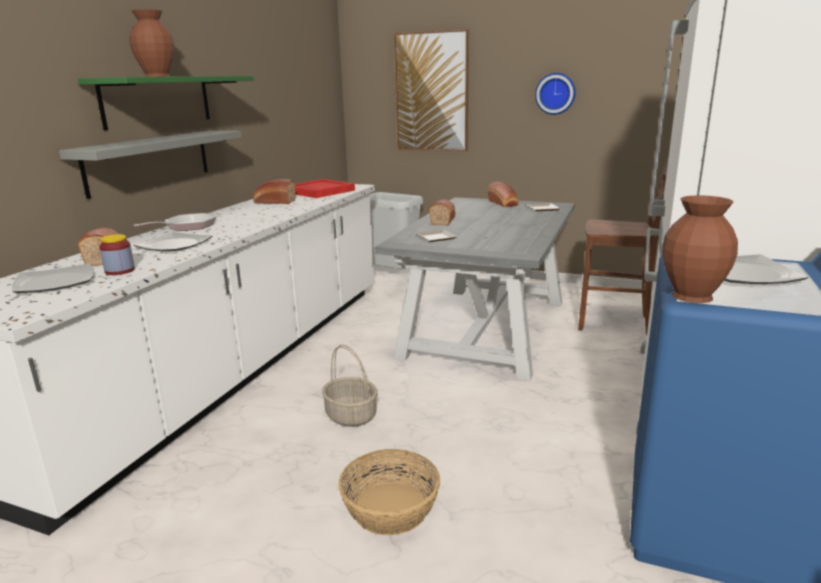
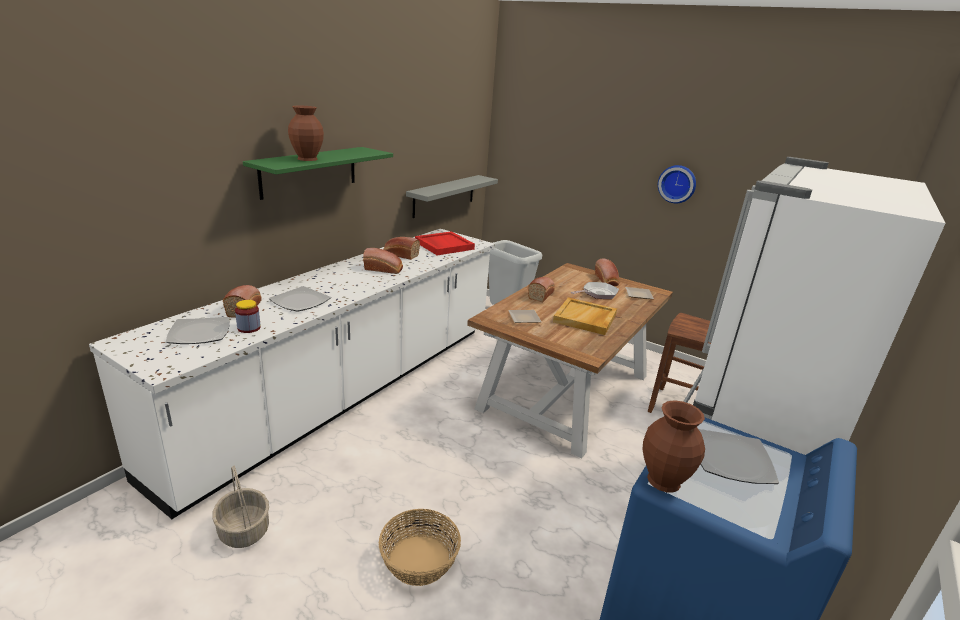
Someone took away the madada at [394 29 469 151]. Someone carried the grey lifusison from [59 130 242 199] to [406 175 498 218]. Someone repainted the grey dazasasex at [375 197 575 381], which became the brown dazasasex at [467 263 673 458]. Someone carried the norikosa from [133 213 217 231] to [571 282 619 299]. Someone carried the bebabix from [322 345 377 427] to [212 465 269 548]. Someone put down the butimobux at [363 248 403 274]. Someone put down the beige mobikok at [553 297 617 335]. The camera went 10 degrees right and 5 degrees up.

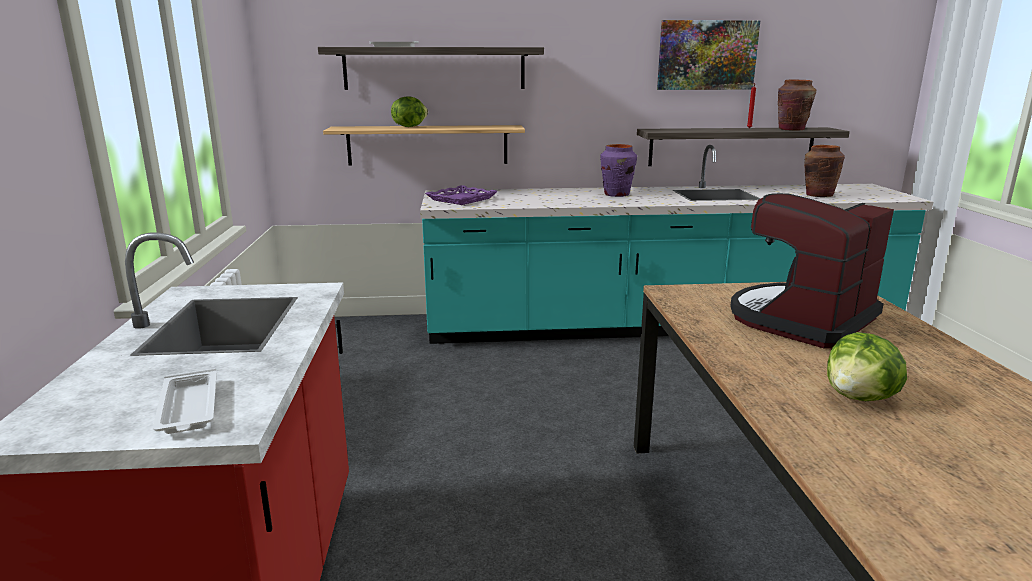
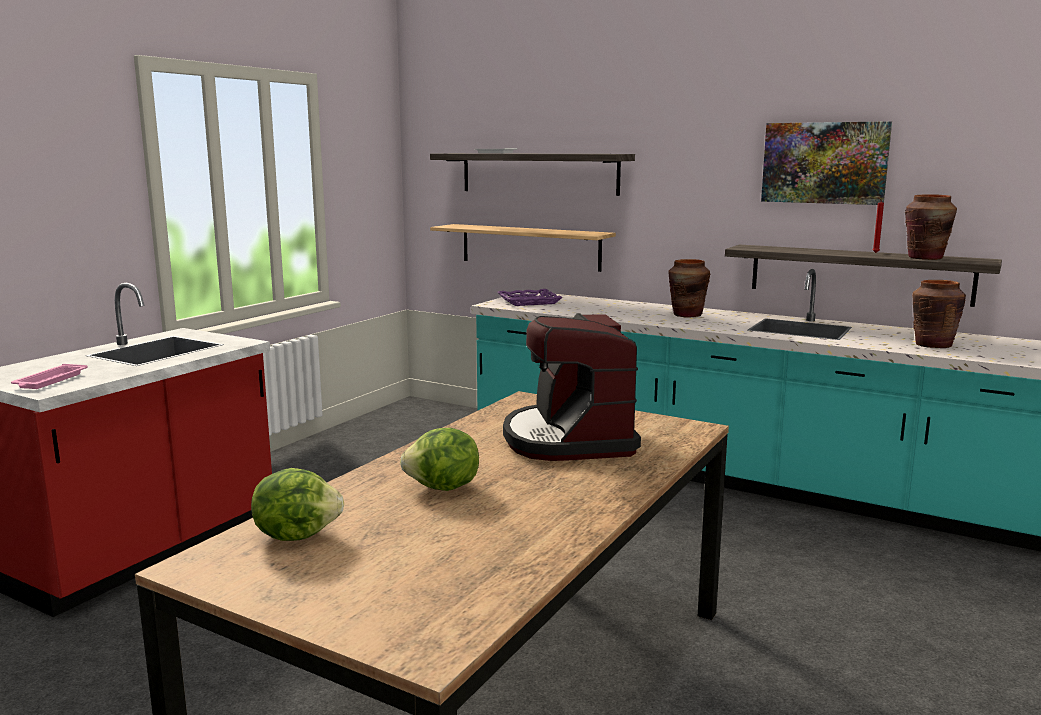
Someone carried the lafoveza from [391 96 428 127] to [251 468 344 541]. Someone repainted the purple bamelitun at [600 144 637 197], which became the brown bamelitun at [668 259 711 318]. Someone rotated the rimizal at [730 193 894 349] by 90 degrees counterclockwise. Someone repainted the white mobikok at [153 368 217 434], which became the pink mobikok at [11 364 87 389]. The camera went 35 degrees right and 5 degrees down.

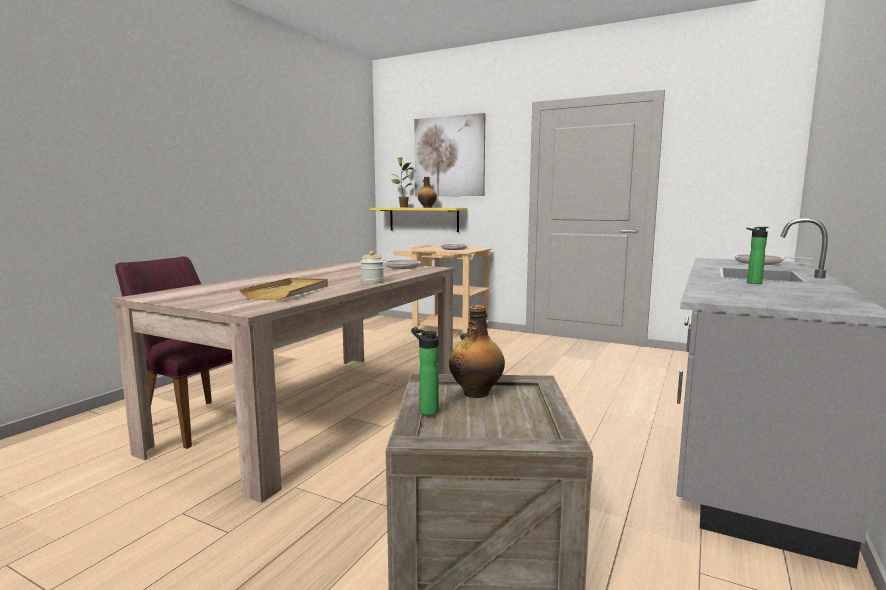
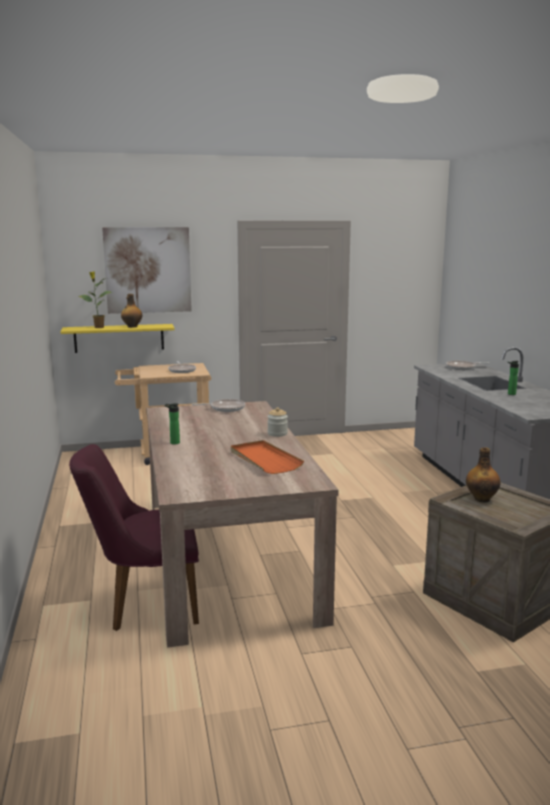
Someone repainted the beige mobikok at [239 278 328 300], which became the orange mobikok at [231 440 304 474]. Someone carried the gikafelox from [413 329 439 415] to [165 403 180 445]. The camera went 40 degrees left and 5 degrees up.

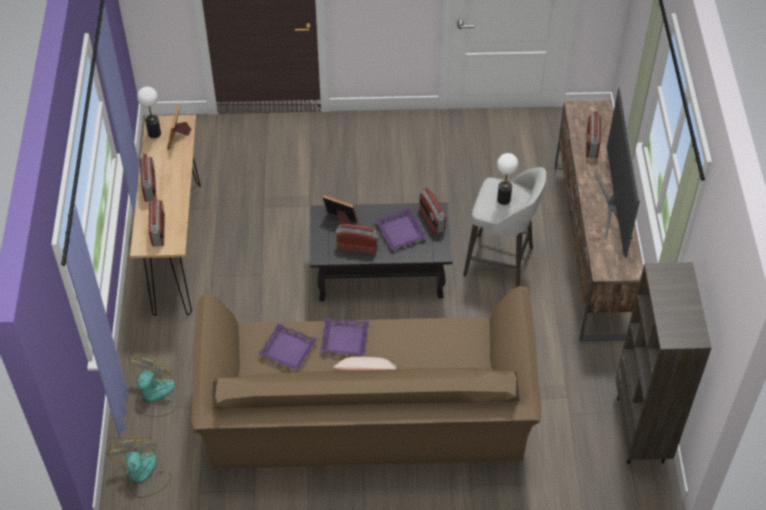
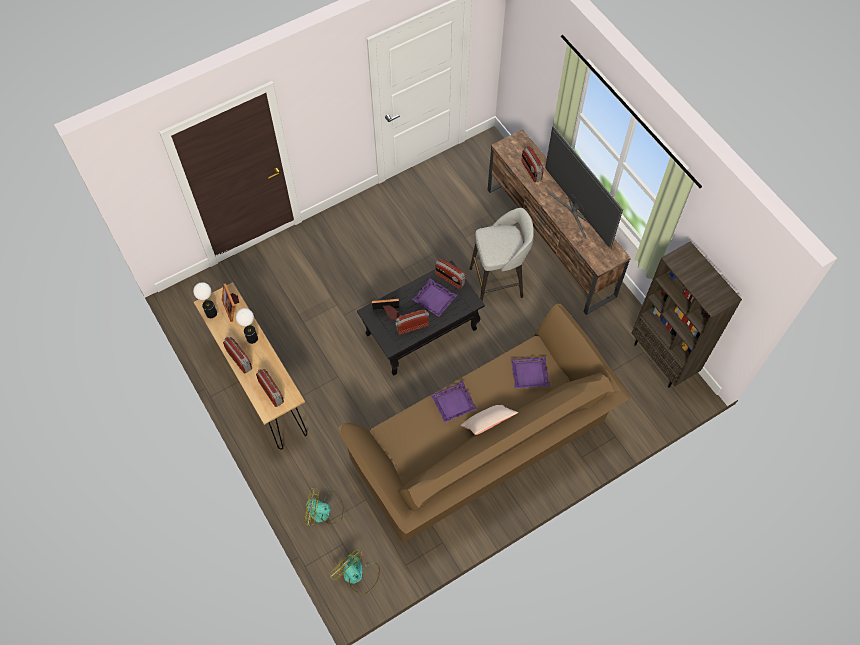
Someone carried the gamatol from [497 153 518 205] to [236 308 258 344]. Someone carried the purple mobikok from [258 324 317 370] to [511 357 550 389]. Someone rotated the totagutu at [129 354 176 417] by 75 degrees counterclockwise. The camera went 30 degrees left and 10 degrees up.

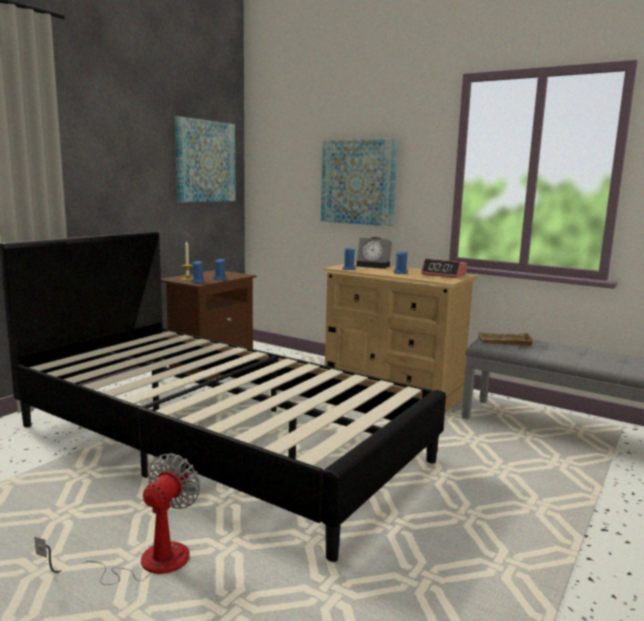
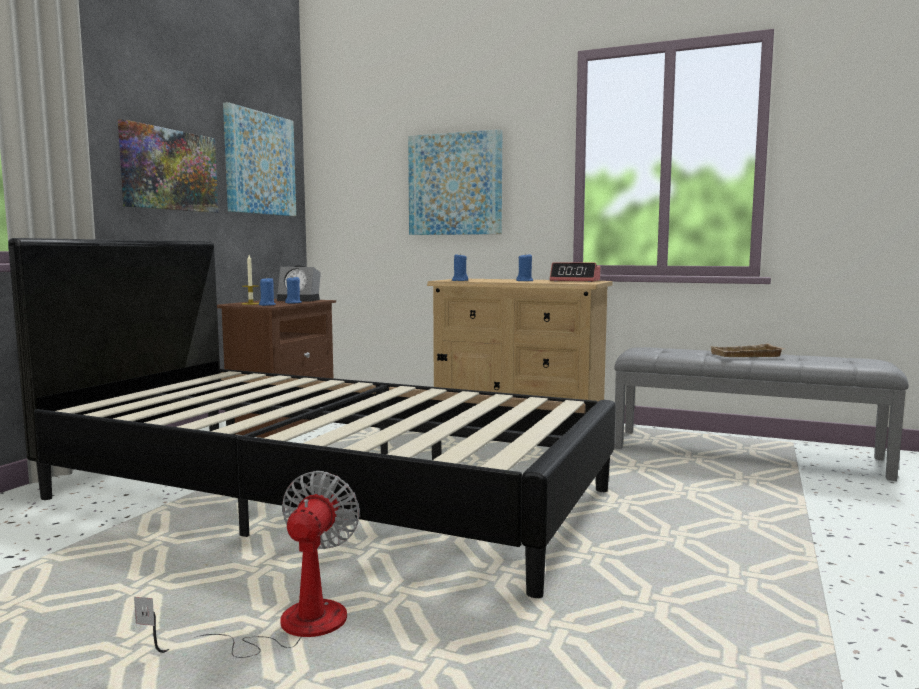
Someone carried the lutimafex from [356 237 392 269] to [277 265 321 302]. Someone carried the beige mobikok from [478 332 535 346] to [711 343 784 357]. Someone put up the madada at [118 119 218 213]. The camera went 10 degrees left and 5 degrees down.

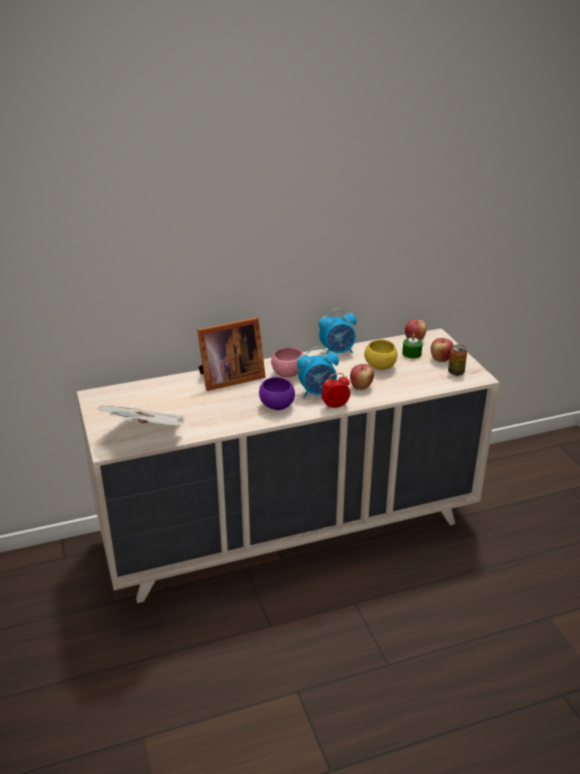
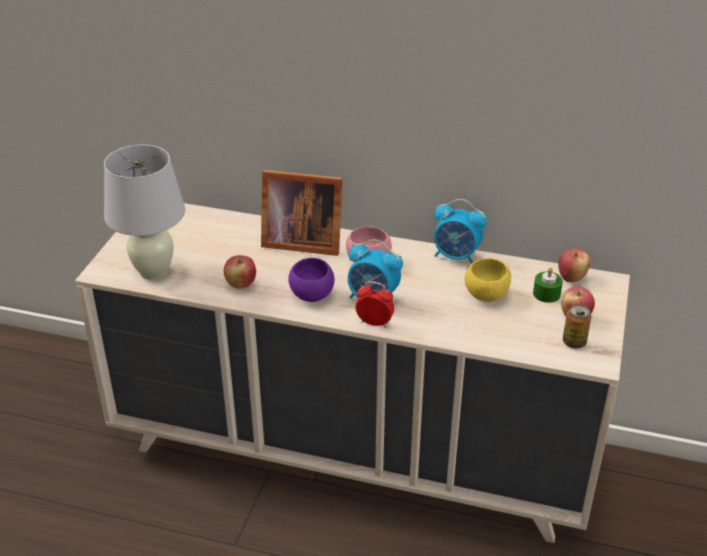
Someone carried the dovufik from [350 364 374 390] to [224 255 256 289]. Someone swapped the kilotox at [98 405 184 426] for the white gamatol at [104 145 185 280]. The camera went 35 degrees right and 5 degrees up.

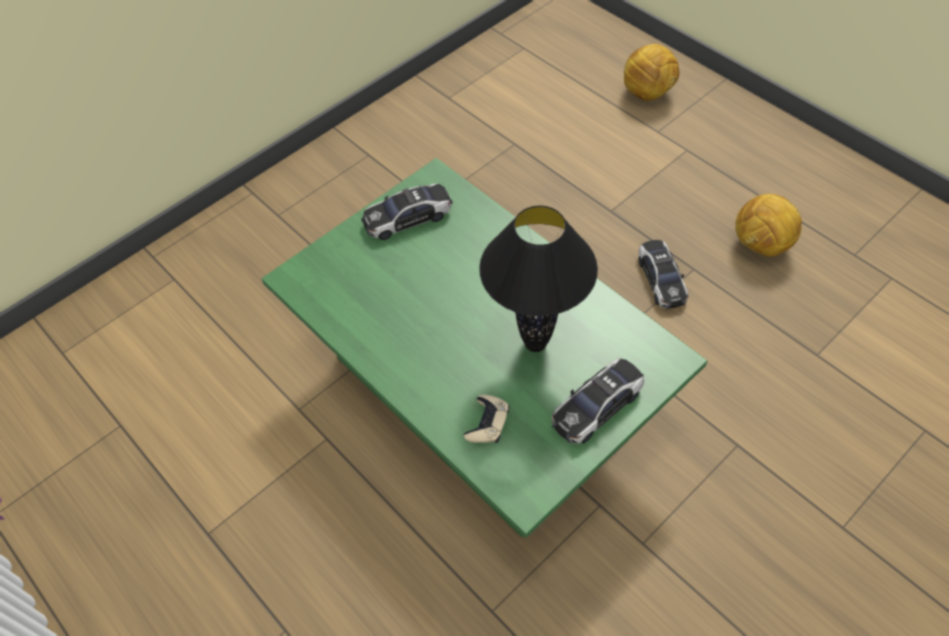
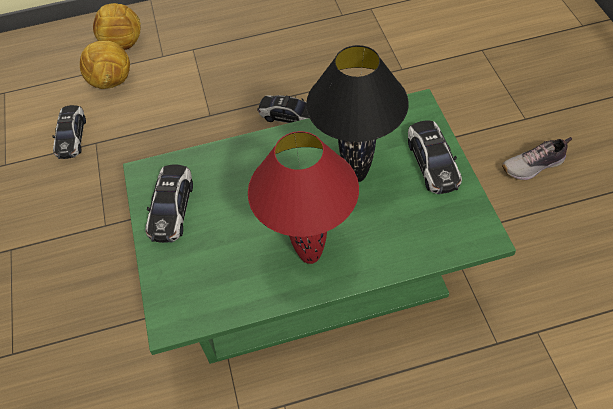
Someone carried the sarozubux from [735 194 802 257] to [80 41 130 89]. Someone took away the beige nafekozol at [464 395 509 443]. Someone put down the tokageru at [52 105 86 159]. Someone put down the red gamatol at [248 131 359 264]. Someone put down the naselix at [502 137 572 181]. The camera went 60 degrees left and 0 degrees up.

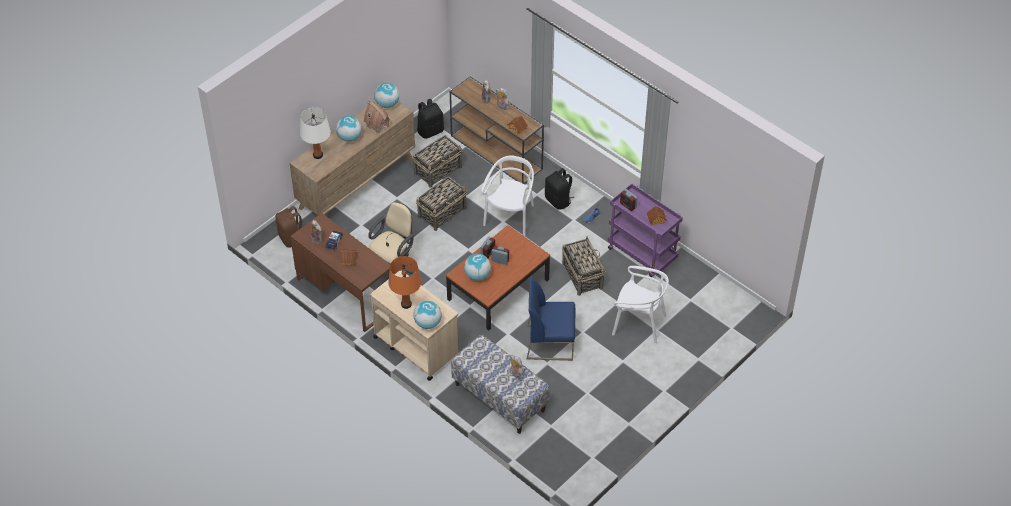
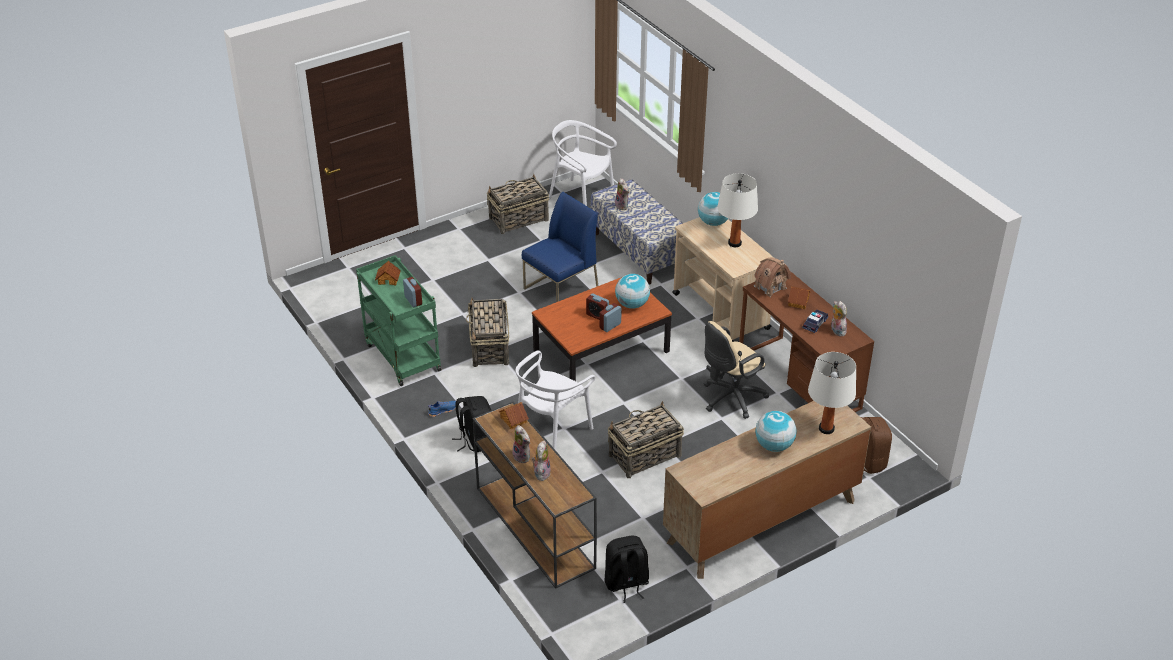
Someone took away the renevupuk at [374 83 399 108]. Someone carried the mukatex from [364 100 390 133] to [754 257 791 297]. Someone carried the bebabix from [413 135 462 188] to [487 174 549 234]. Someone repainted the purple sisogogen at [608 183 683 277], which became the green sisogogen at [356 255 441 386]. Someone repainted the orange gamatol at [388 256 421 309], which became the white gamatol at [717 173 758 247]. Someone carried the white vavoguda from [612 266 669 343] to [549 120 617 206]. Someone rotated the blue vavoguda at [527 277 575 361] by 60 degrees counterclockwise. The camera went 165 degrees left and 10 degrees down.

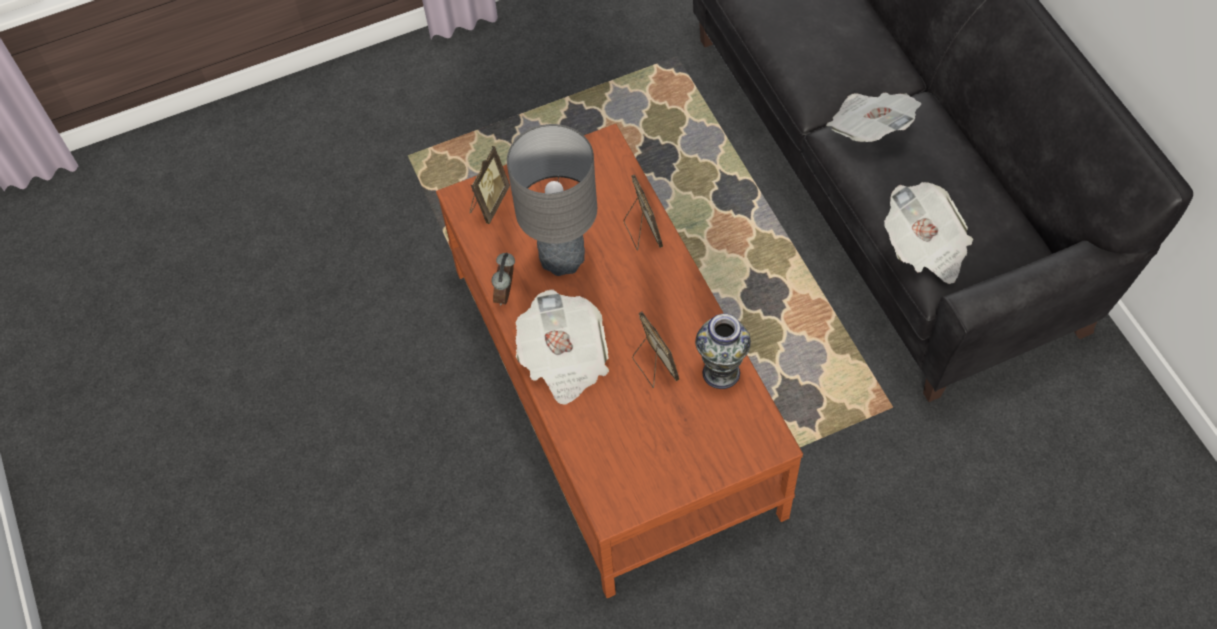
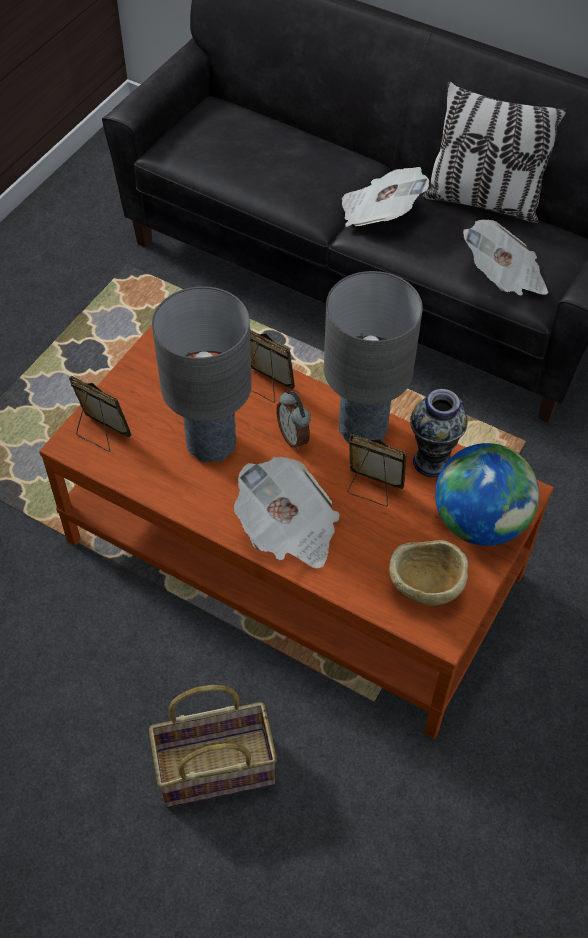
Someone rotated the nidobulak at [470 146 510 224] by 45 degrees counterclockwise. Someone carried the lutimafex from [492 253 515 305] to [276 390 311 450]. Someone put down the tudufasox at [423 81 567 223]. Someone put down the grey gamatol at [324 271 423 443]. Someone put down the renevupuk at [435 443 539 546]. Someone put down the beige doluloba at [389 540 468 606]. Someone put down the bebabix at [149 685 277 808]. The camera went 40 degrees left and 5 degrees down.

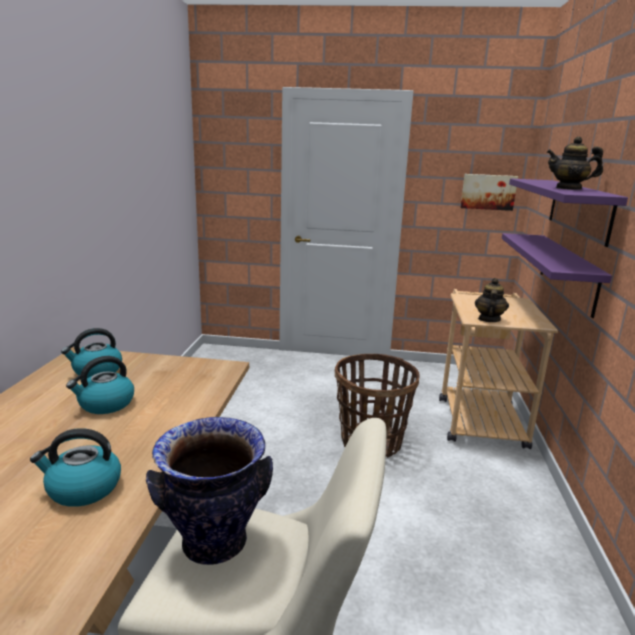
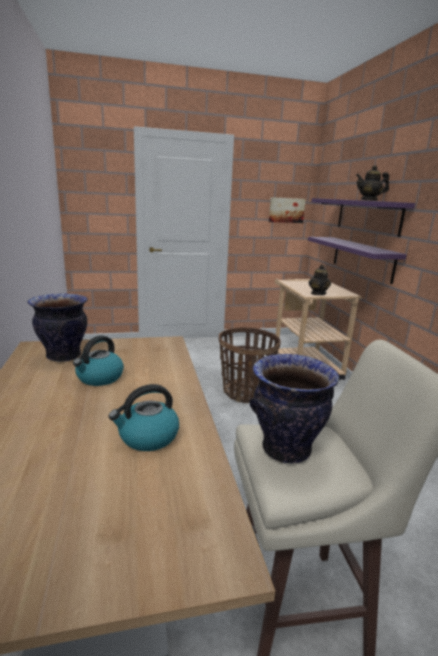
Someone swapped the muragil at [61 328 122 378] for the bamelitun at [27 294 88 362]. The camera went 20 degrees left and 0 degrees up.

